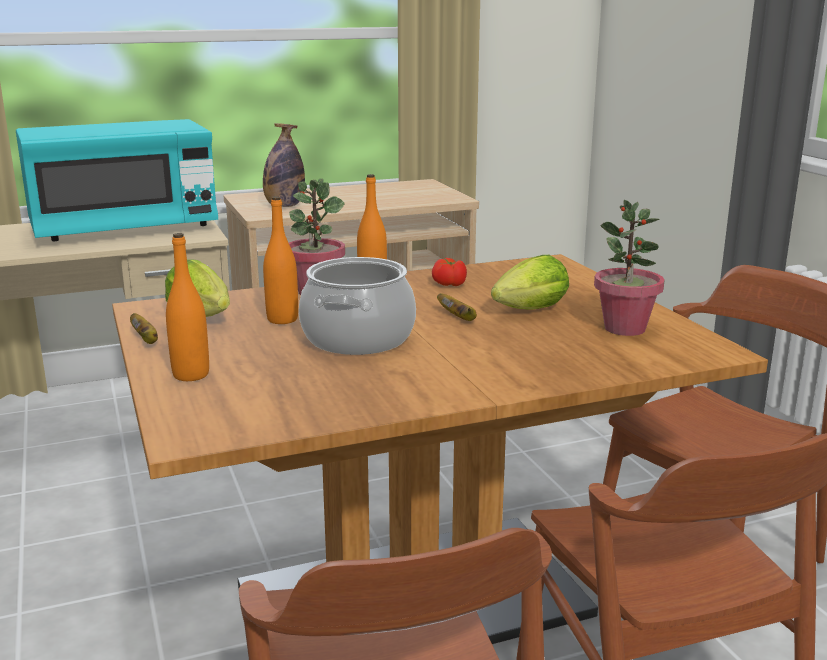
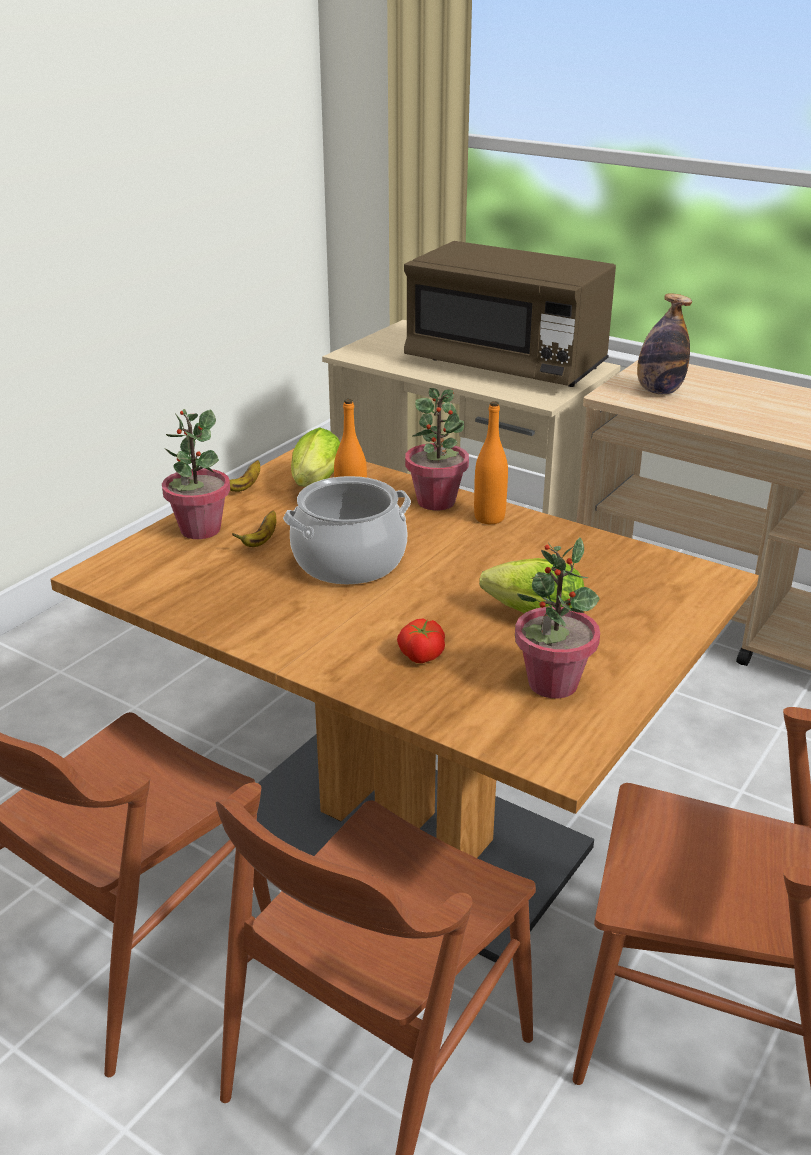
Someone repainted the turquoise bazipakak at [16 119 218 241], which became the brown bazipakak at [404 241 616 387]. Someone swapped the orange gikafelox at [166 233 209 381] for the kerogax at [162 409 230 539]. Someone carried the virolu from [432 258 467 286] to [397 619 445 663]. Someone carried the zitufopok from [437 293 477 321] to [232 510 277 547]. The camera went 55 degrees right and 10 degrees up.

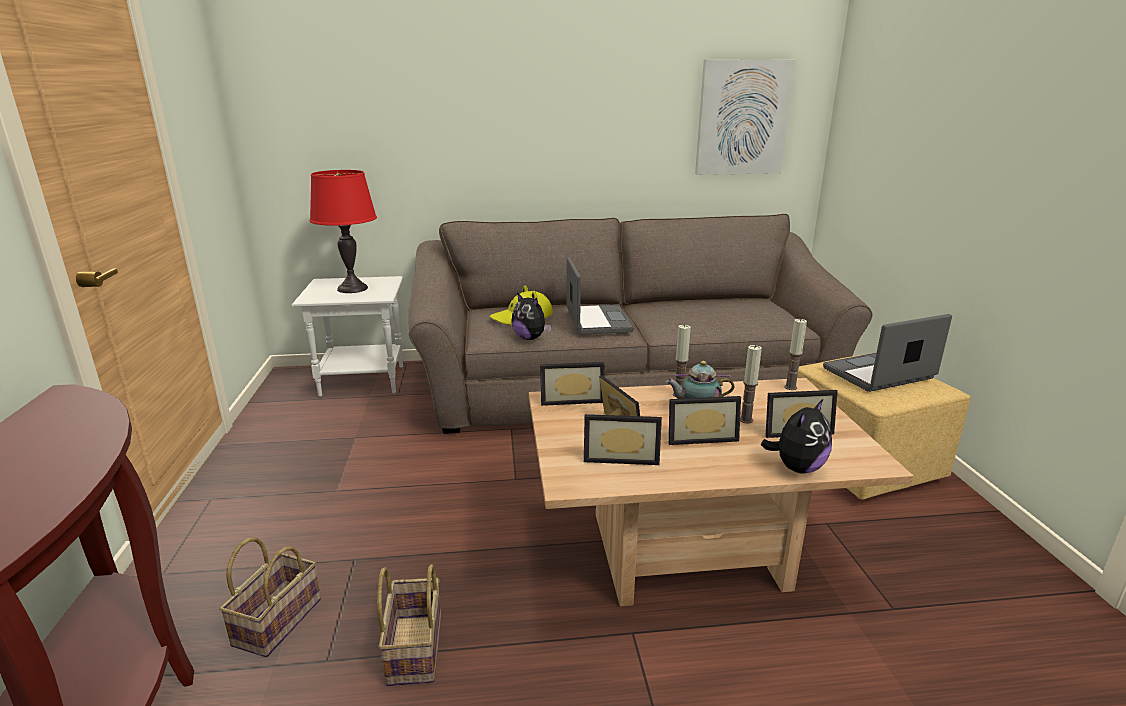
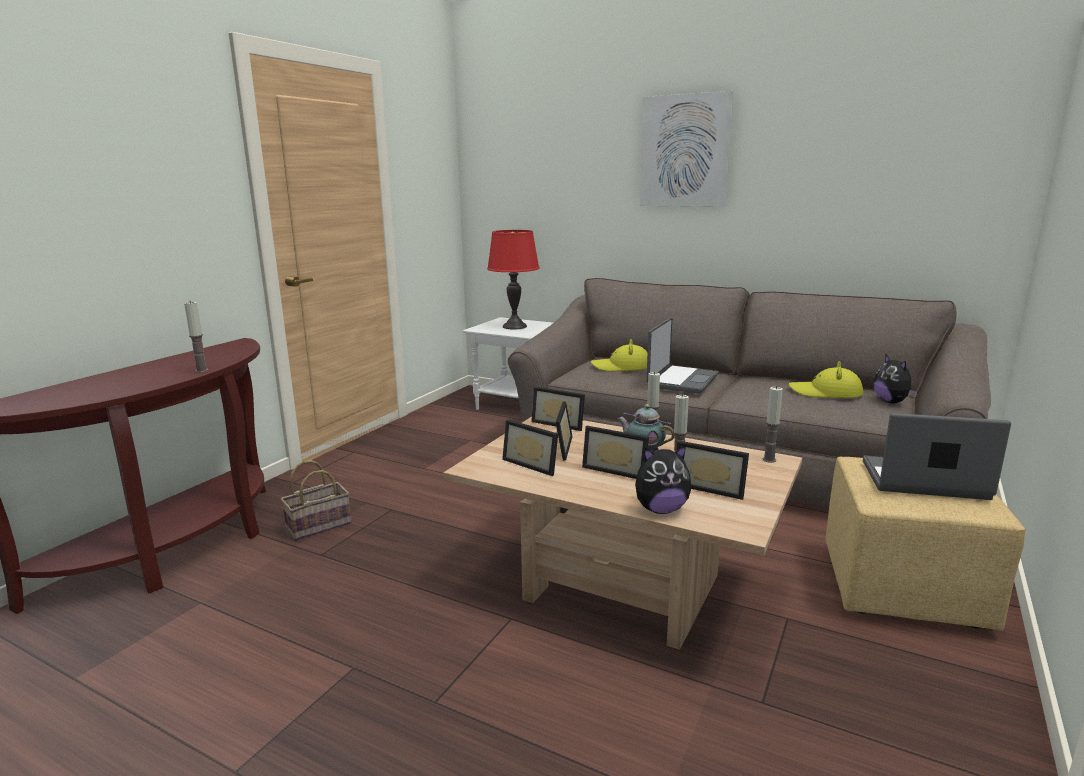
Someone carried the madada from [695 59 795 175] to [640 91 734 207]. Someone carried the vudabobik from [511 292 551 340] to [874 355 918 403]. Someone took away the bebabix at [377 564 441 686]. Someone put down the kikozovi at [184 301 209 372]. Someone put down the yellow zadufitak at [789 361 863 398]. The camera went 35 degrees right and 5 degrees down.

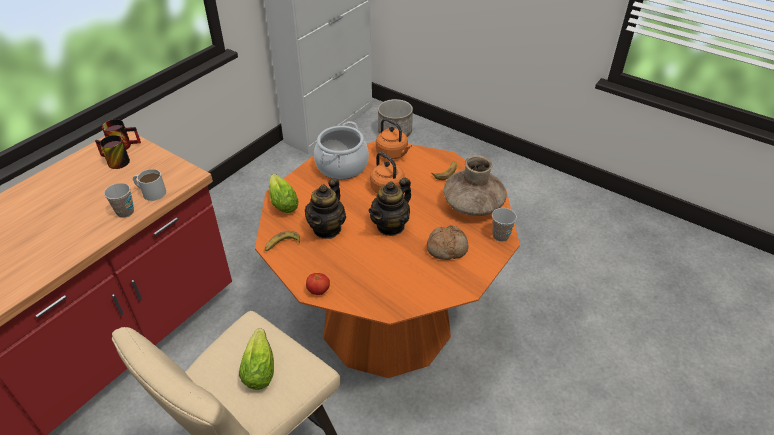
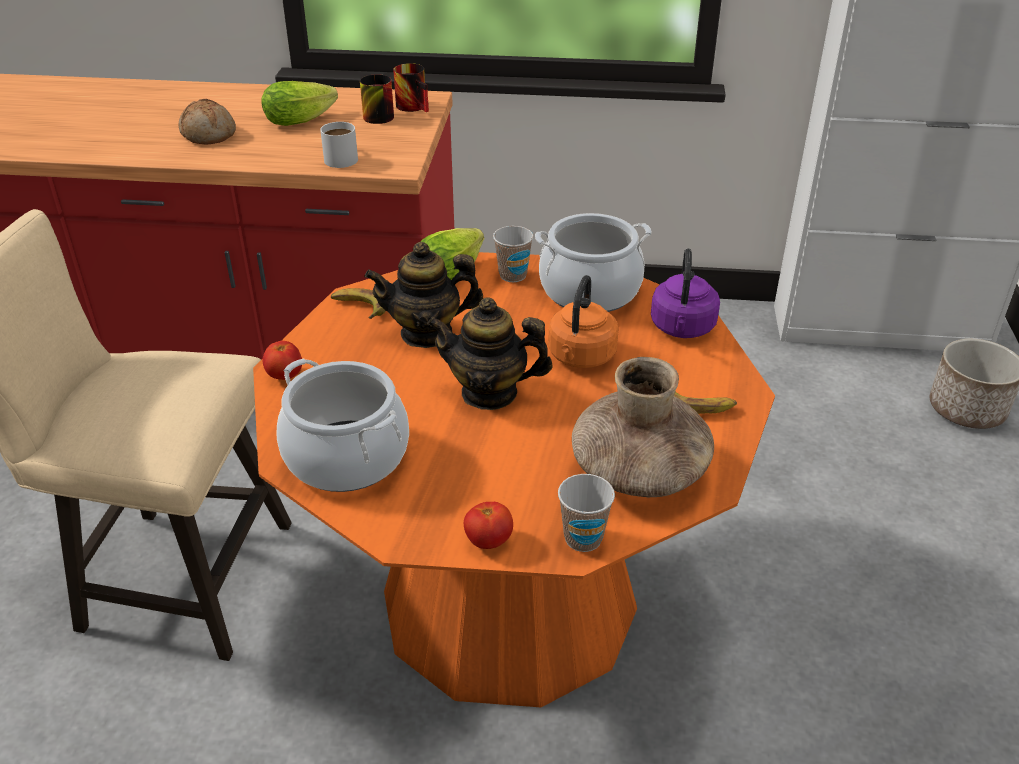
Someone repainted the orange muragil at [376 118 412 159], which became the purple muragil at [651 248 720 338]. Someone carried the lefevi from [104 183 134 218] to [493 226 533 283]. Someone carried the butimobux from [427 225 469 260] to [179 99 236 145]. Someone carried the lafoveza from [239 328 274 390] to [261 81 338 126]. Someone put down the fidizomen at [277 359 409 492]. Someone put down the virolu at [464 502 513 549]. The camera went 60 degrees right and 5 degrees down.

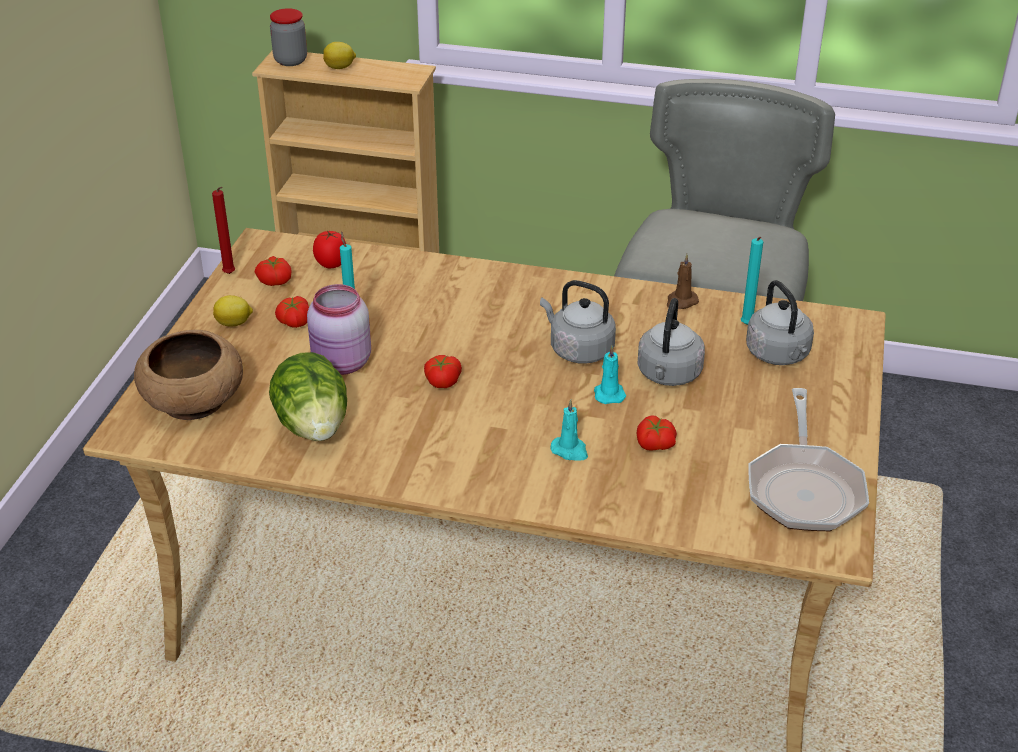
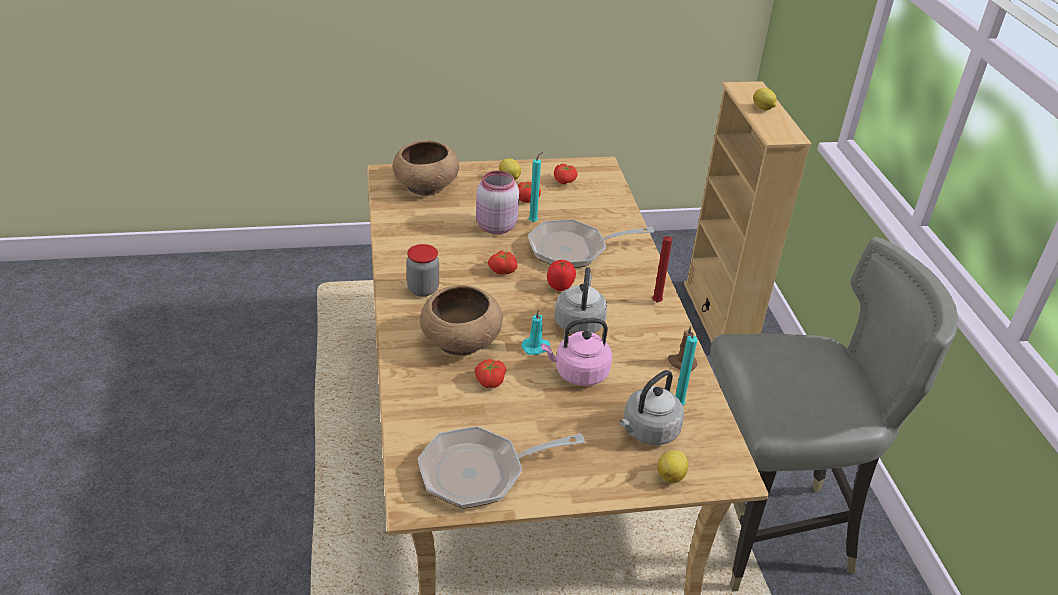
Someone carried the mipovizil from [270 8 307 66] to [406 244 439 297]. Someone carried the red kikozovi from [212 187 235 274] to [652 235 672 302]. Someone carried the virolu from [313 231 346 268] to [547 260 576 291]. Someone repainted the grey muragil at [638 298 705 386], which became the pink muragil at [541 318 612 386]. Someone took away the lafoveza at [269 352 347 441]. Someone swapped the turquoise kikozovi at [550 399 588 461] for the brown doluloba at [420 285 503 356]. Someone put down the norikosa at [528 219 654 268]. Someone put down the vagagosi at [657 450 688 484]. The camera went 65 degrees right and 0 degrees up.

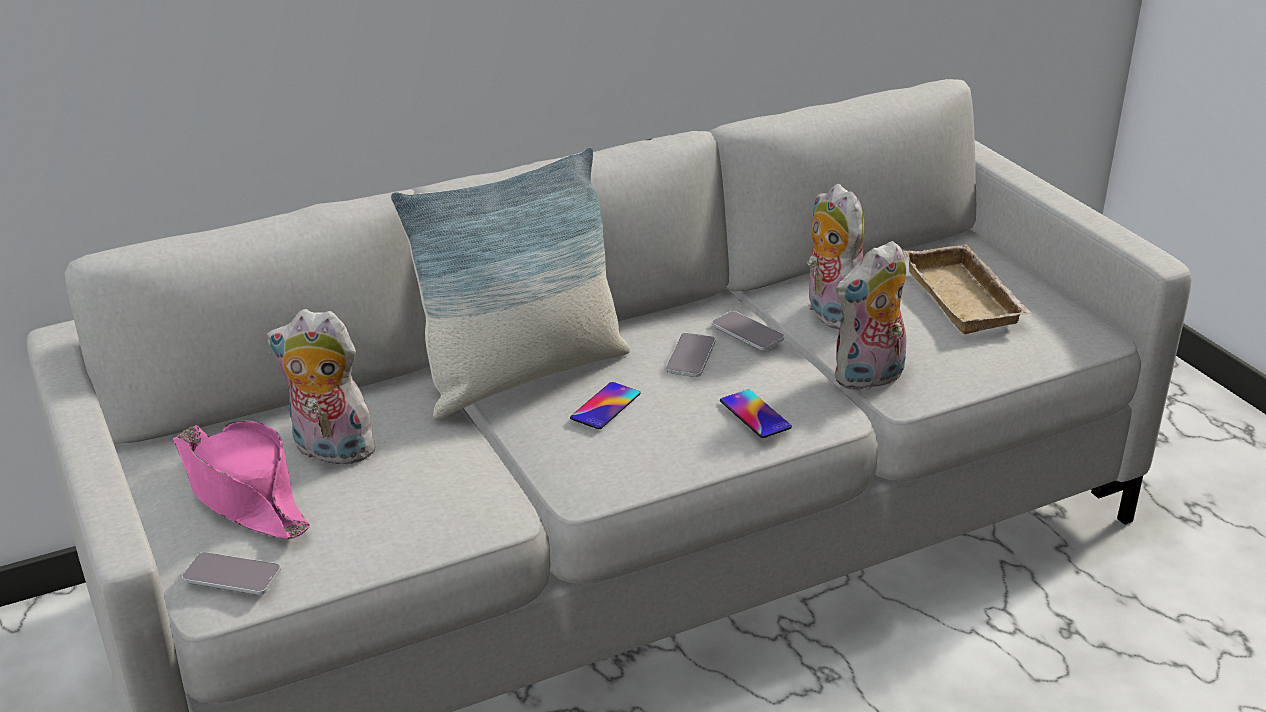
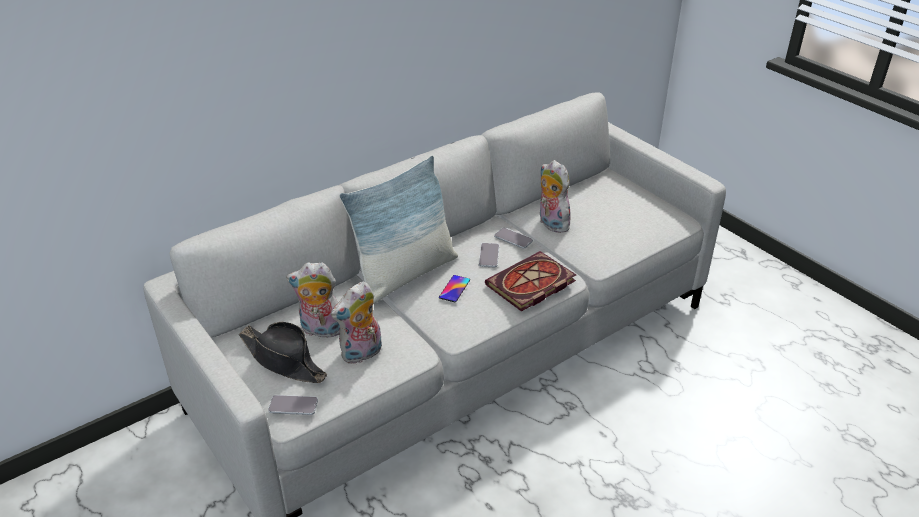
Someone carried the vudabobik from [835 241 907 392] to [331 281 382 364]. Someone took away the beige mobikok at [903 244 1032 334]. Someone swapped the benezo at [720 390 792 438] for the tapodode at [485 251 576 312]. Someone repainted the pink zadufitak at [173 420 310 539], which became the black zadufitak at [239 322 327 383]. The camera went 10 degrees left and 5 degrees up.

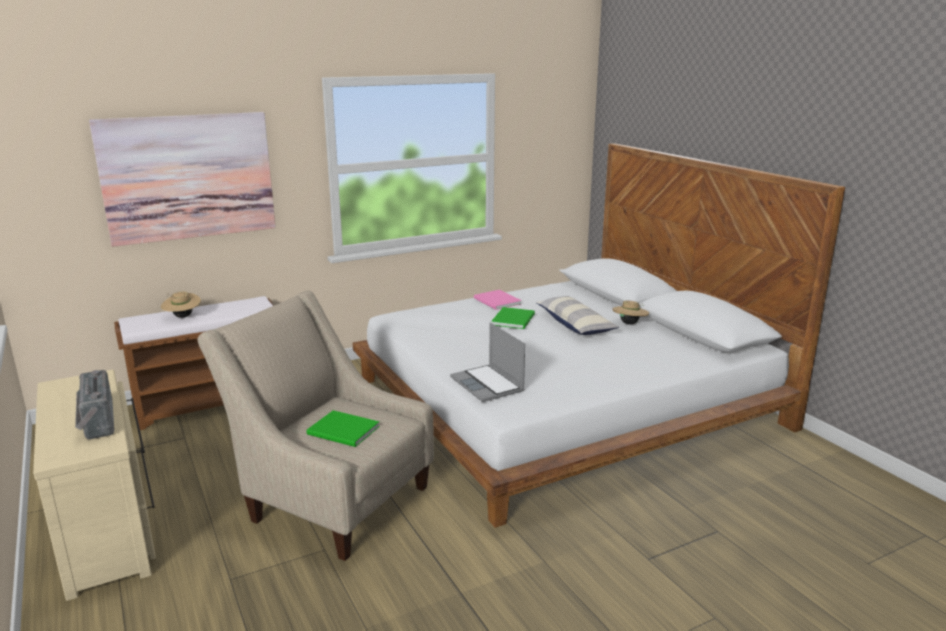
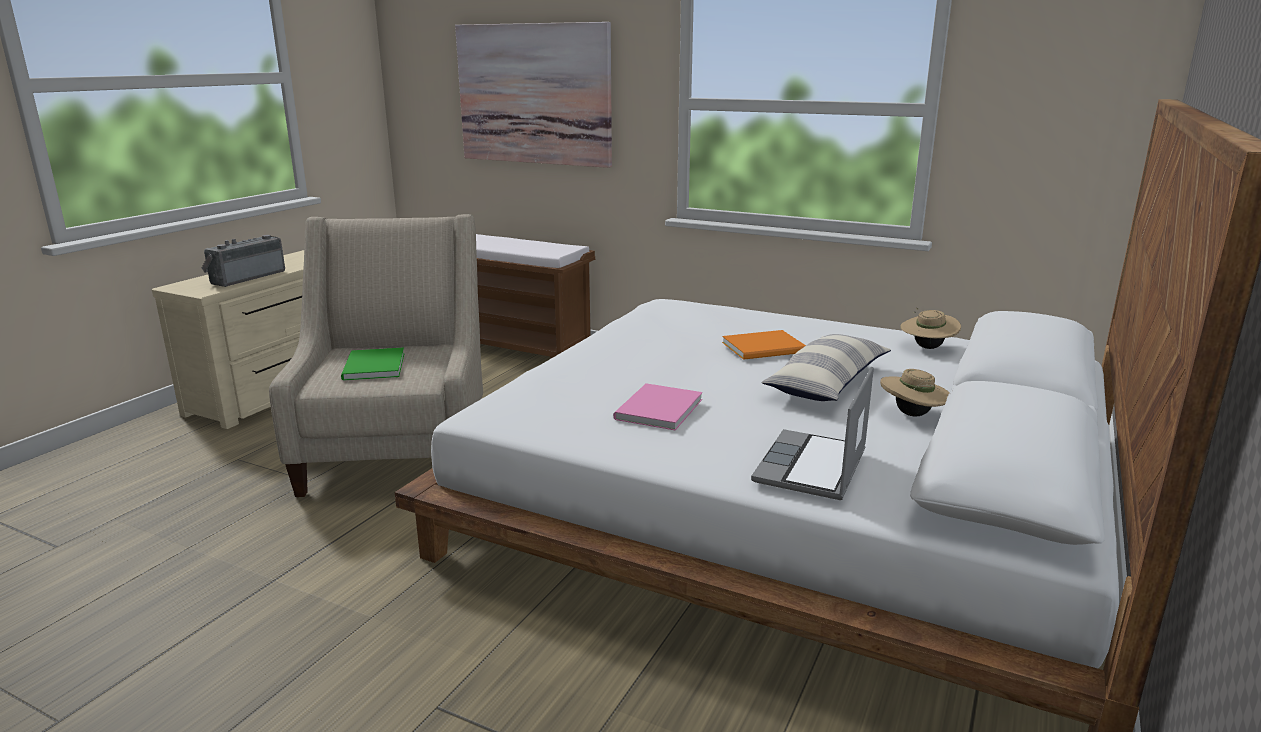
Someone carried the pink tapodode from [474 290 522 310] to [613 383 702 430]. Someone carried the beige zadufitak from [161 292 201 318] to [900 308 961 349]. Someone repainted the green tapodode at [491 307 535 329], which became the orange tapodode at [722 330 806 360]. Someone carried the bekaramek from [450 323 525 402] to [751 367 874 500]. The camera went 55 degrees right and 0 degrees up.

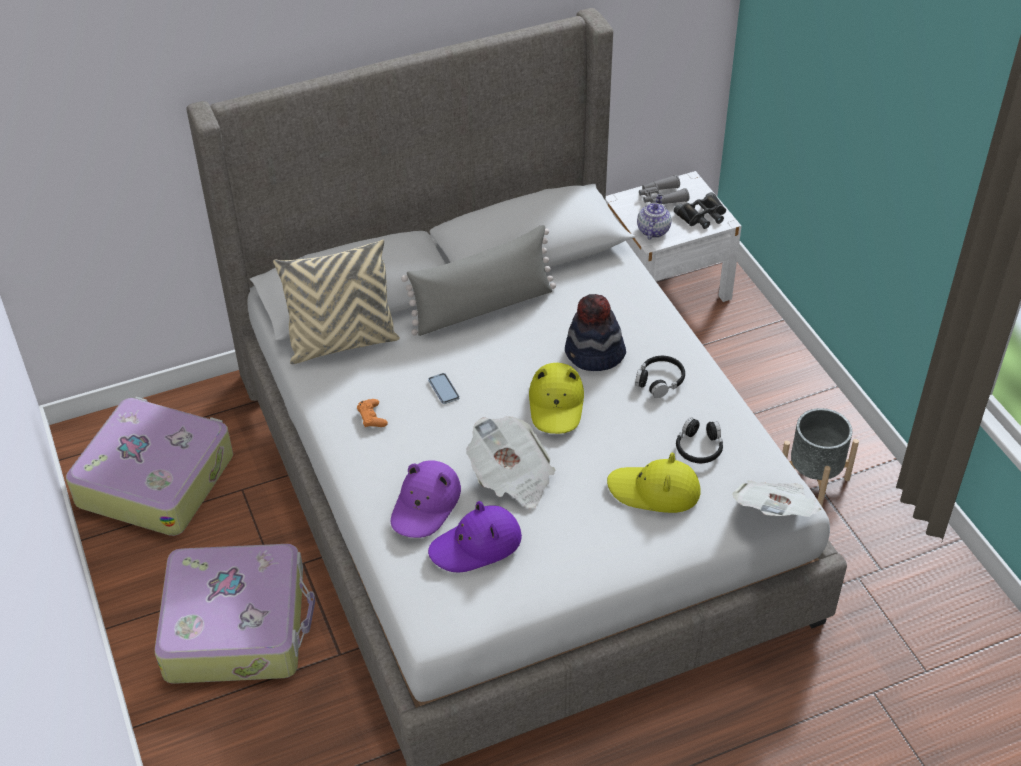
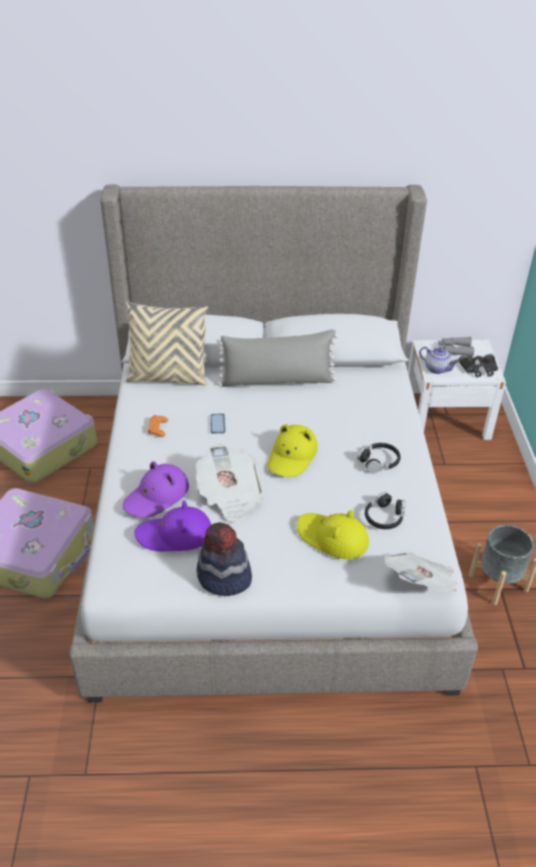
Someone rotated the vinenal at [637 195 671 239] by 90 degrees clockwise. Someone carried the zadufitak from [565 294 626 371] to [197 522 252 596]. The camera went 20 degrees right and 5 degrees down.

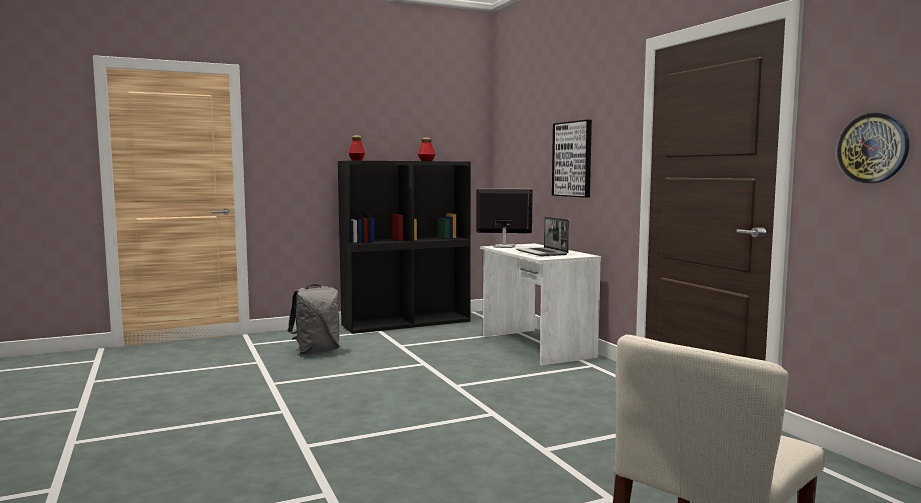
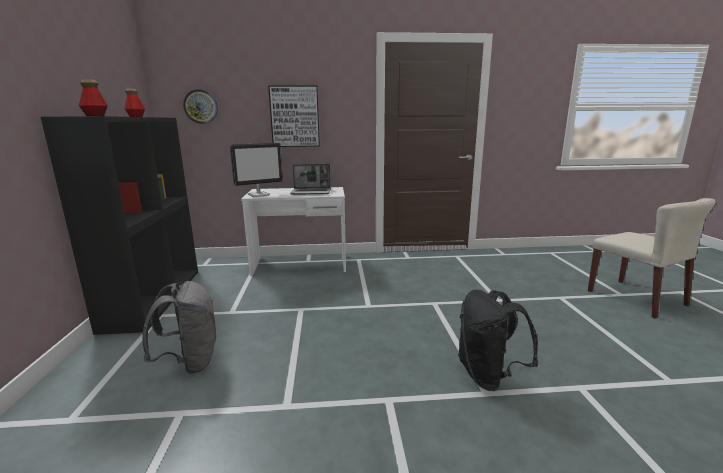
Someone carried the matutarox from [837 113 909 183] to [183 89 218 124]. Someone rotated the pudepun at [476 189 533 248] by 150 degrees counterclockwise. Someone put down the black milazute at [458 290 538 391]. The camera went 70 degrees left and 10 degrees up.

